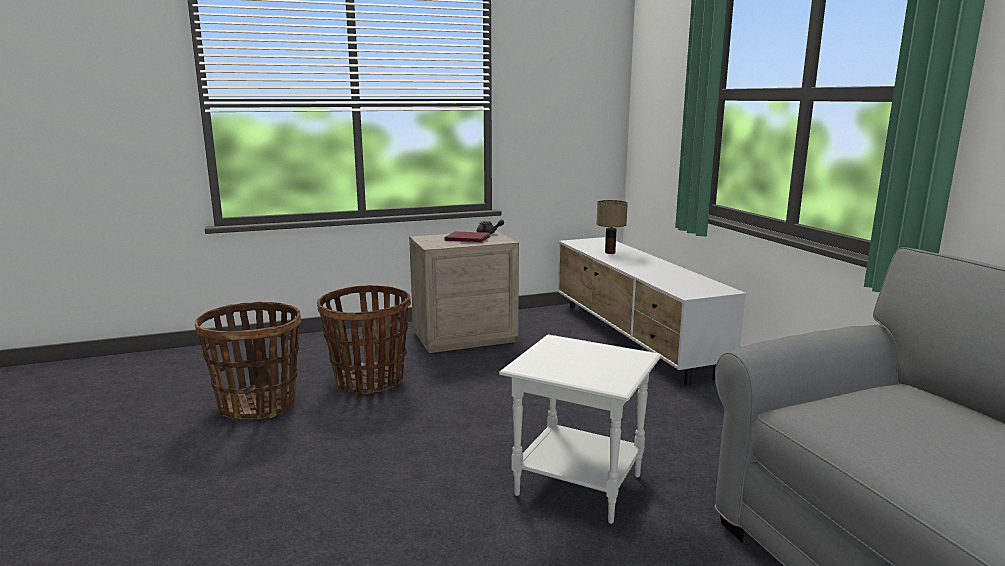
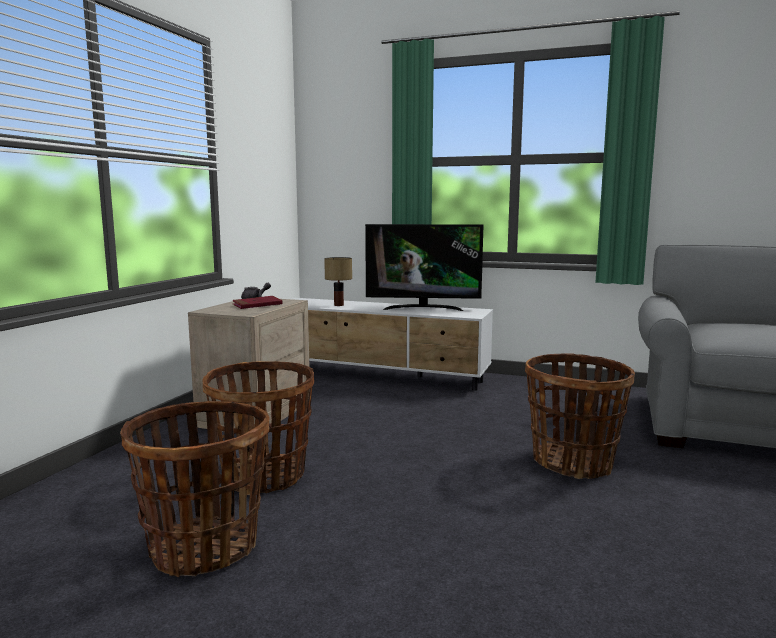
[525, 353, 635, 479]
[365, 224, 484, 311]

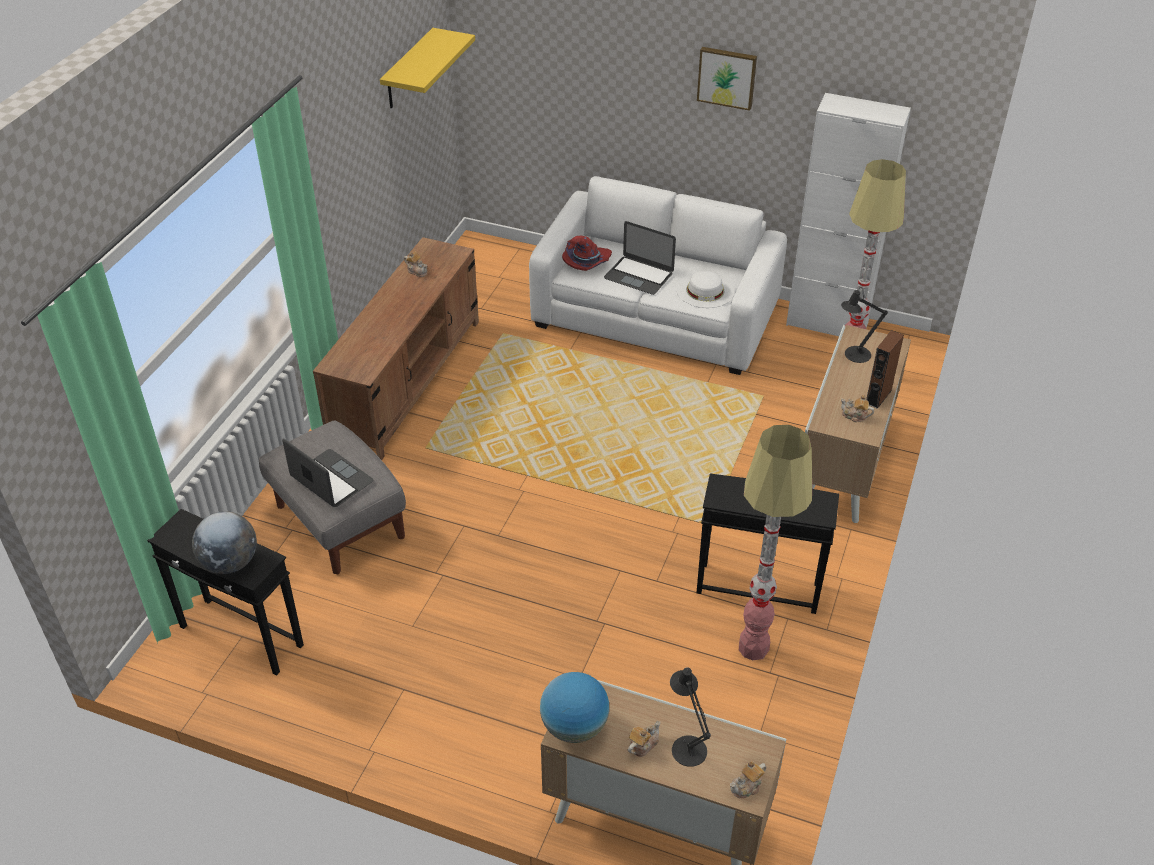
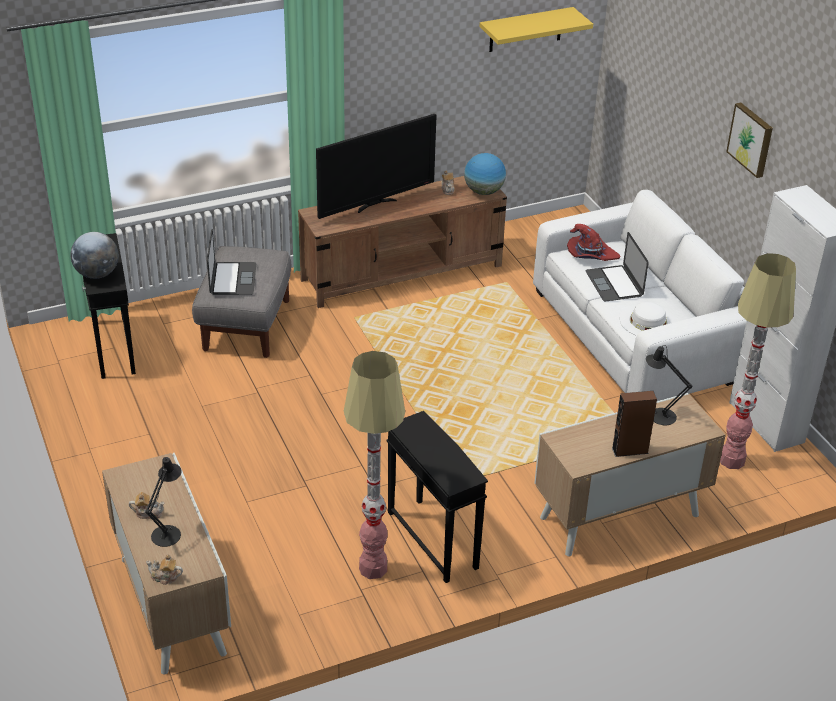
[841, 395, 874, 422] (first image)
[464, 153, 506, 195]
[316, 114, 437, 219]

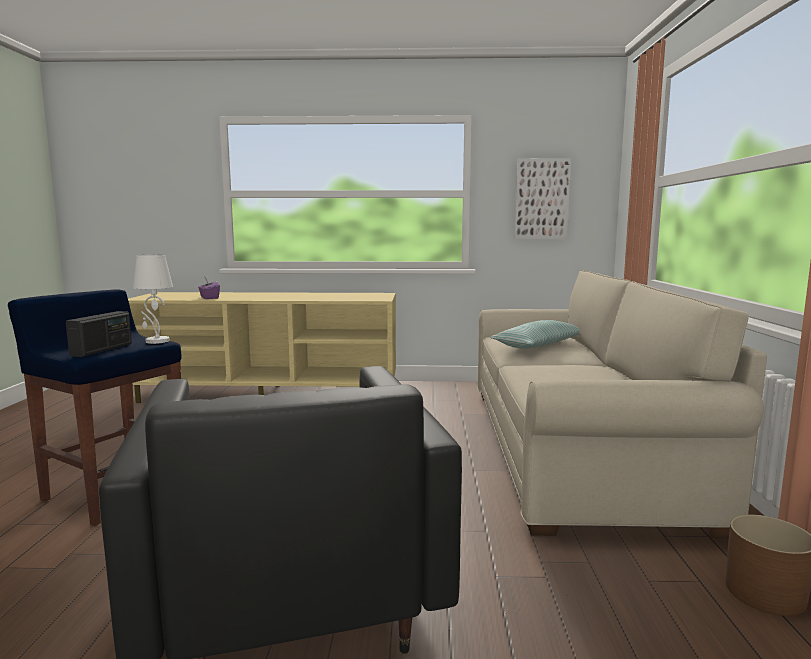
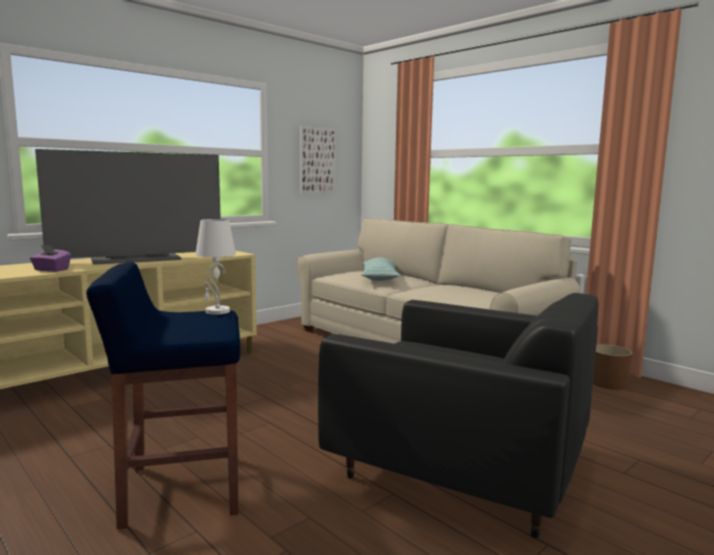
[66, 311, 132, 357] (first image)
[35, 149, 221, 265]

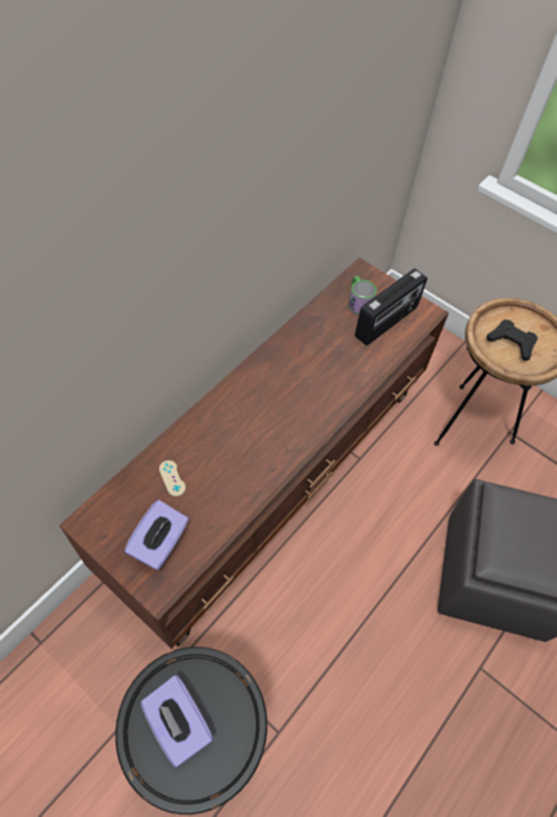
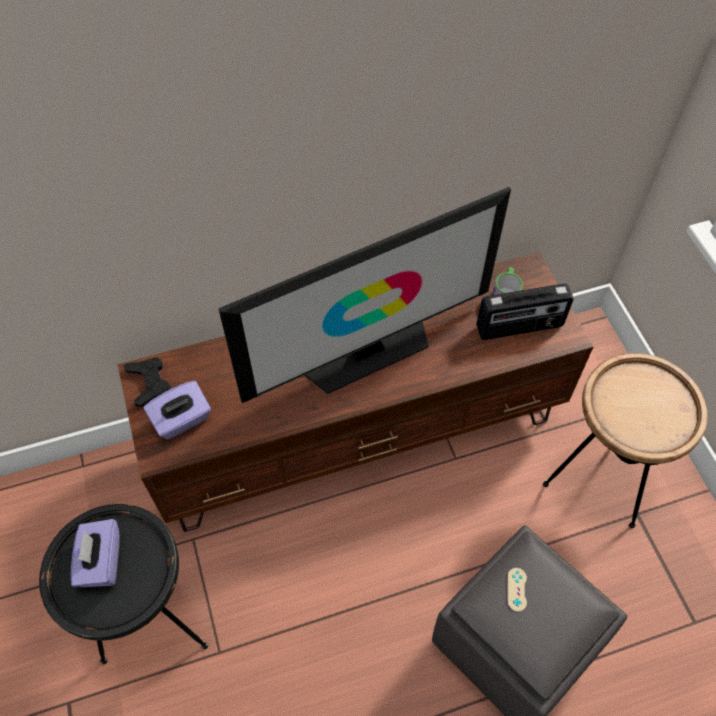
[123, 357, 171, 407]
[507, 568, 527, 612]
[218, 187, 511, 403]

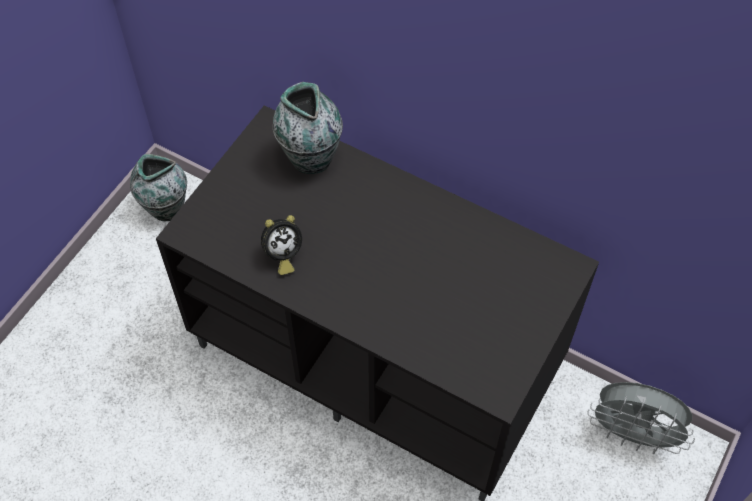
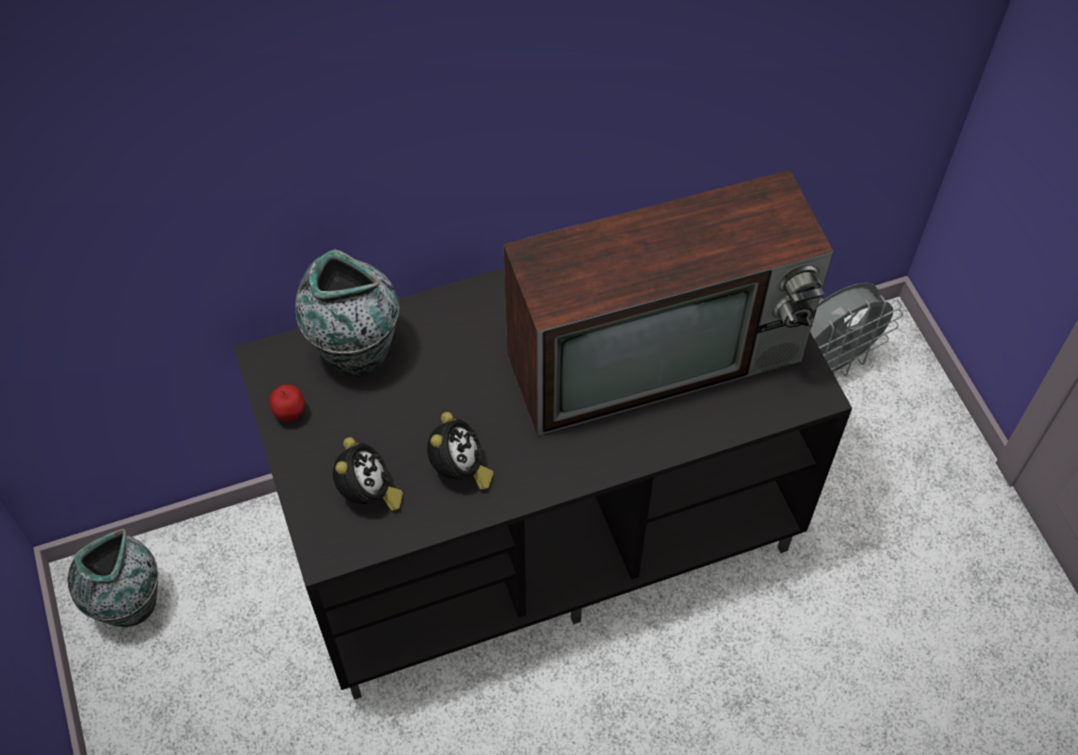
[503, 170, 834, 436]
[269, 385, 305, 422]
[333, 437, 403, 511]

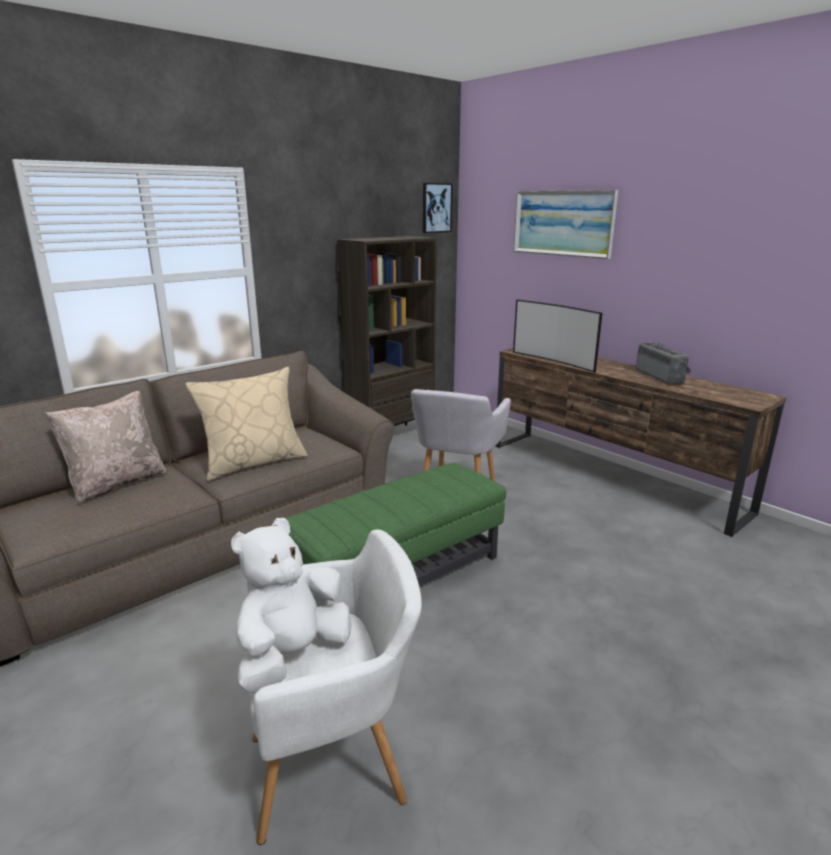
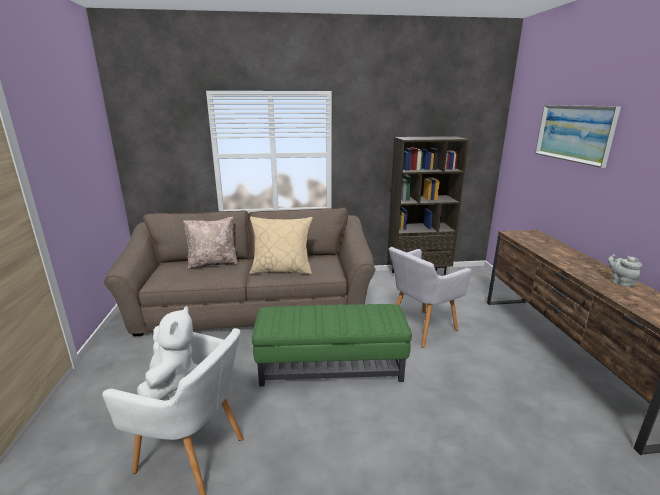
[423, 183, 453, 233] (first image)
[513, 299, 602, 372] (first image)
[608, 254, 642, 287]
[137, 306, 195, 400]

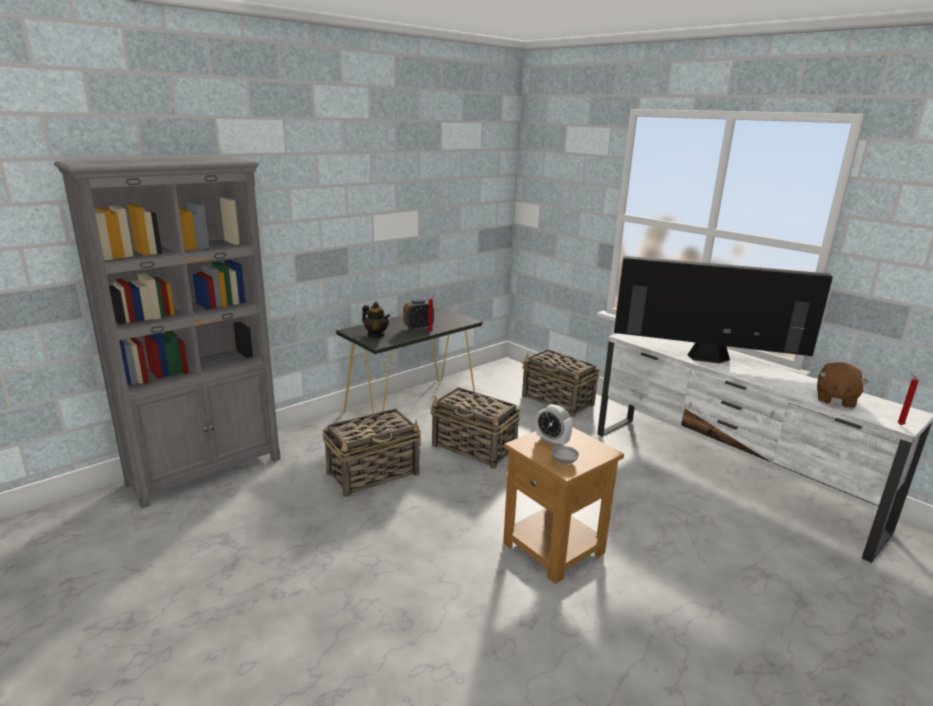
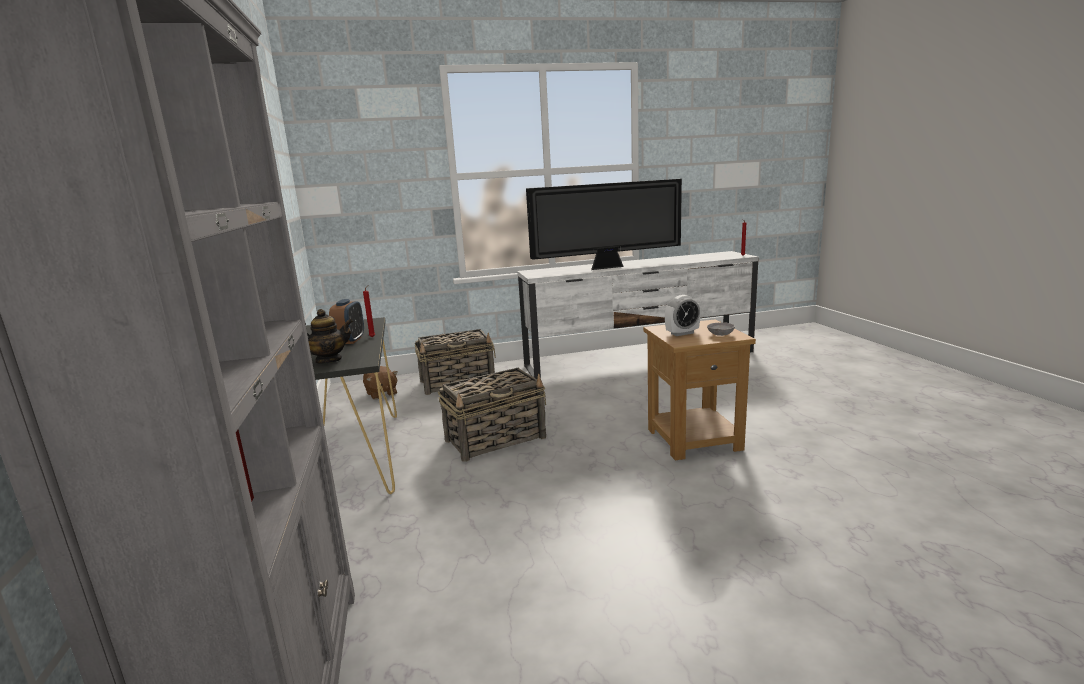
[526, 179, 682, 270]
[363, 366, 398, 400]
[323, 408, 421, 497] (first image)

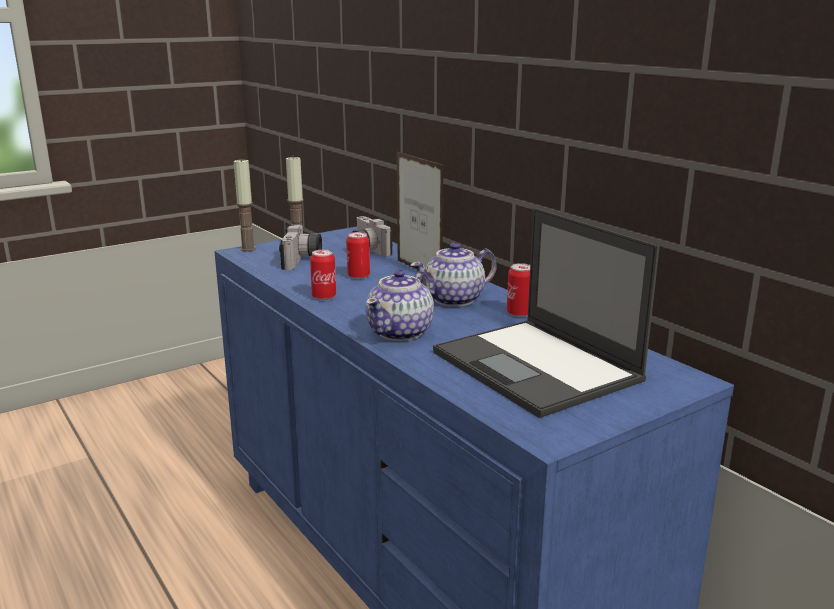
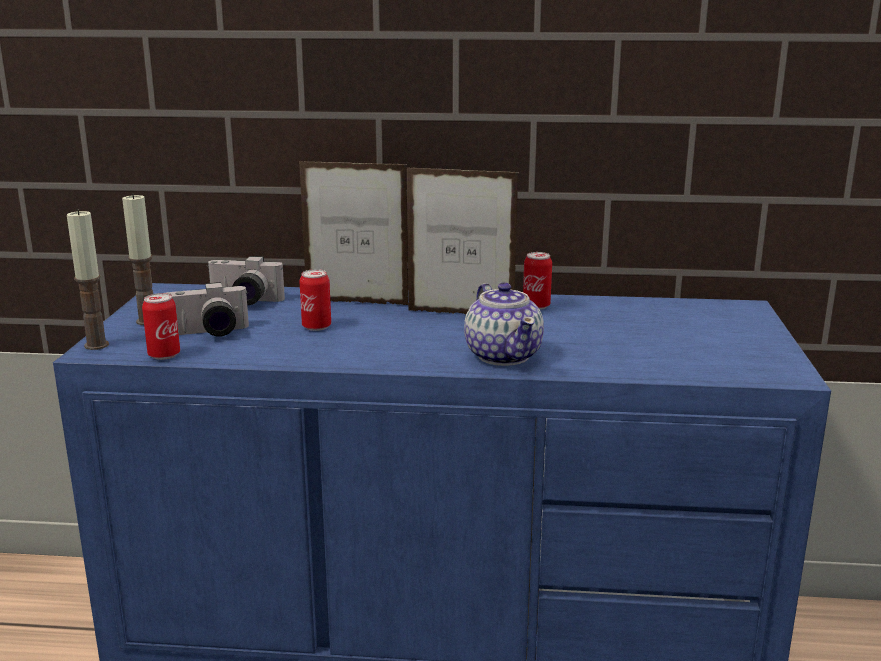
[433, 208, 660, 418] (first image)
[166, 282, 249, 337]
[407, 167, 519, 314]
[142, 293, 180, 360]

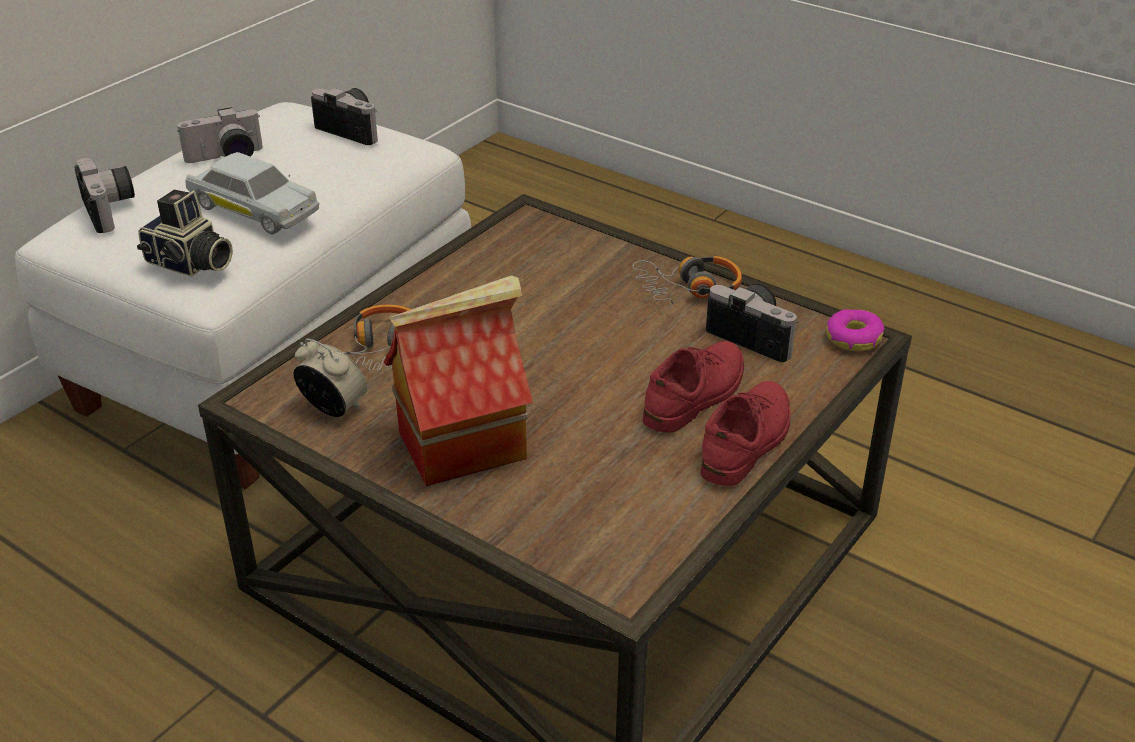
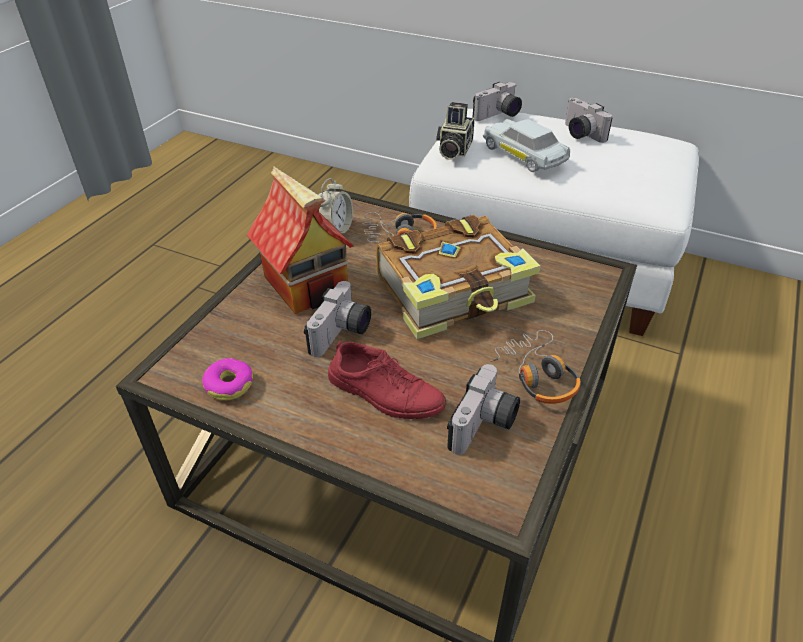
[304, 281, 371, 357]
[483, 119, 570, 172]
[202, 358, 253, 400]
[701, 381, 791, 486] (first image)
[376, 215, 540, 339]

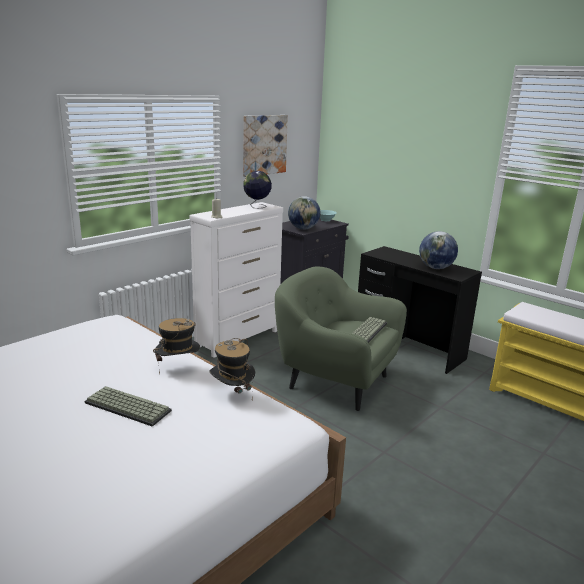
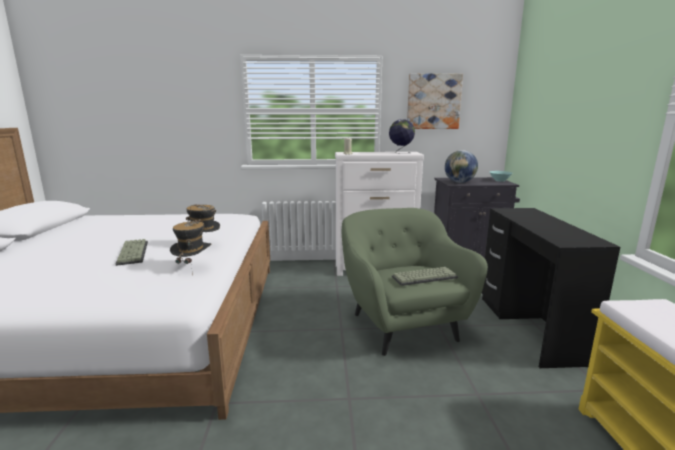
[419, 231, 458, 269] (first image)

